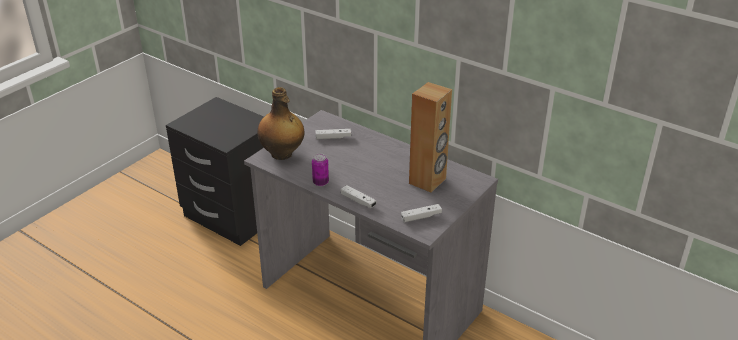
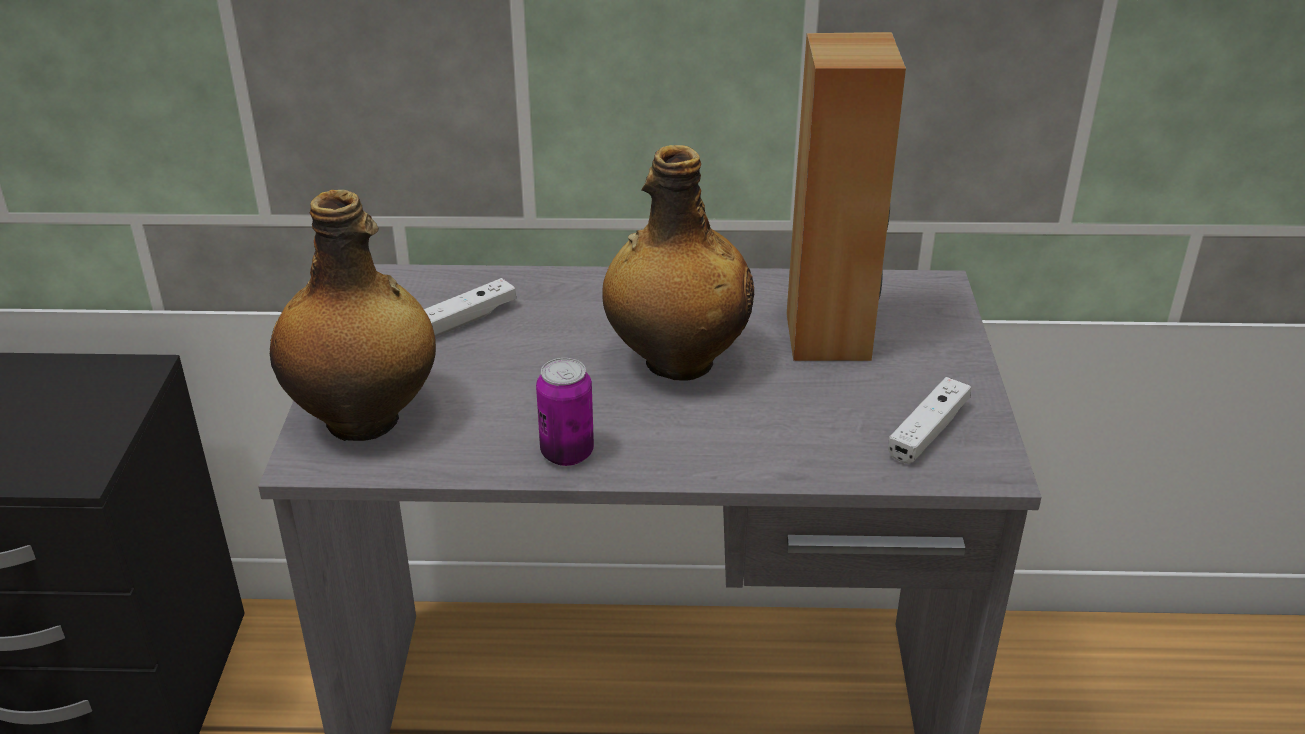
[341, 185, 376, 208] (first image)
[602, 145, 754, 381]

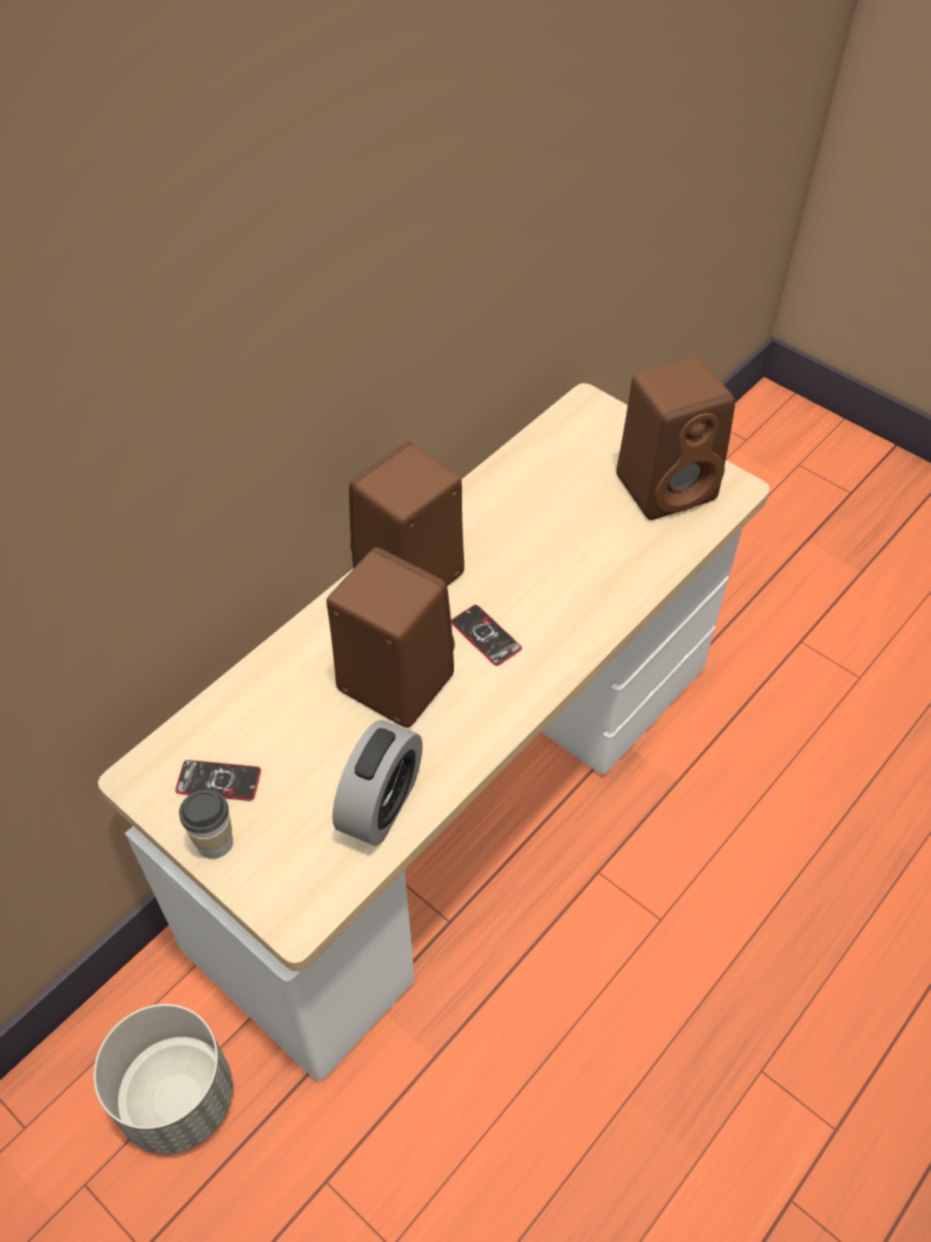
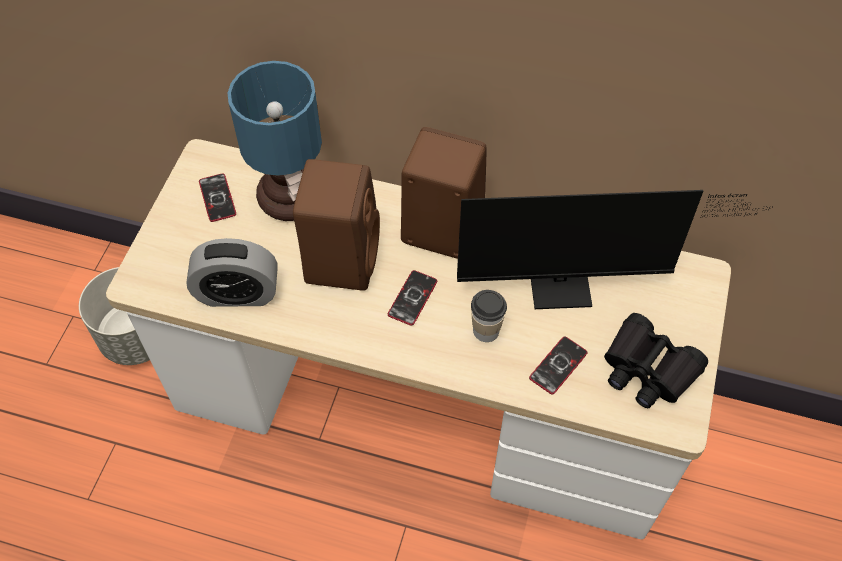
[604, 313, 708, 408]
[471, 290, 507, 342]
[227, 61, 322, 221]
[457, 190, 773, 309]
[529, 336, 587, 394]

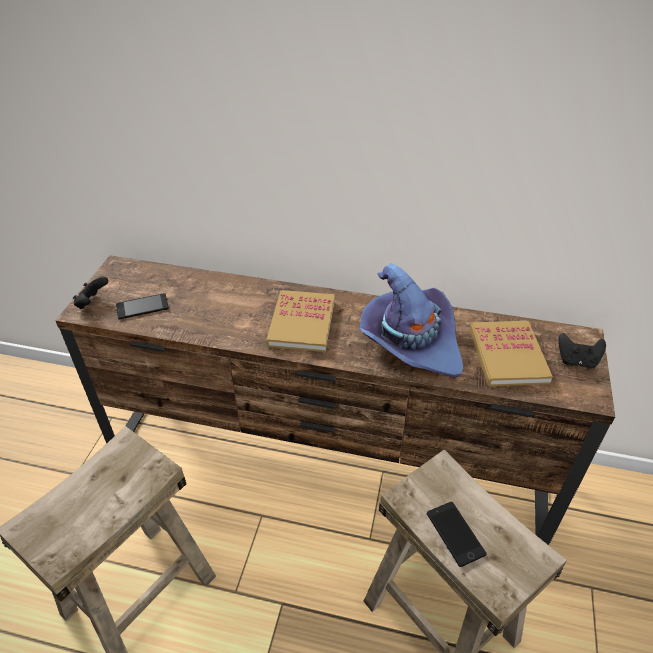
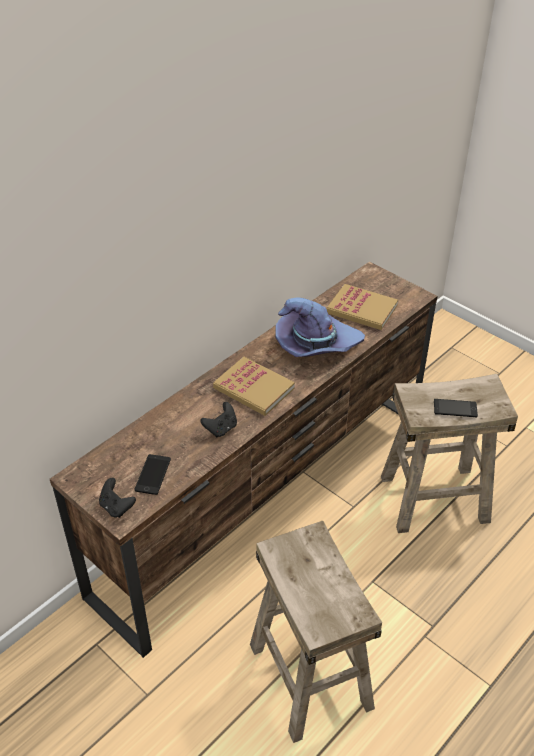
[200, 402, 237, 437]

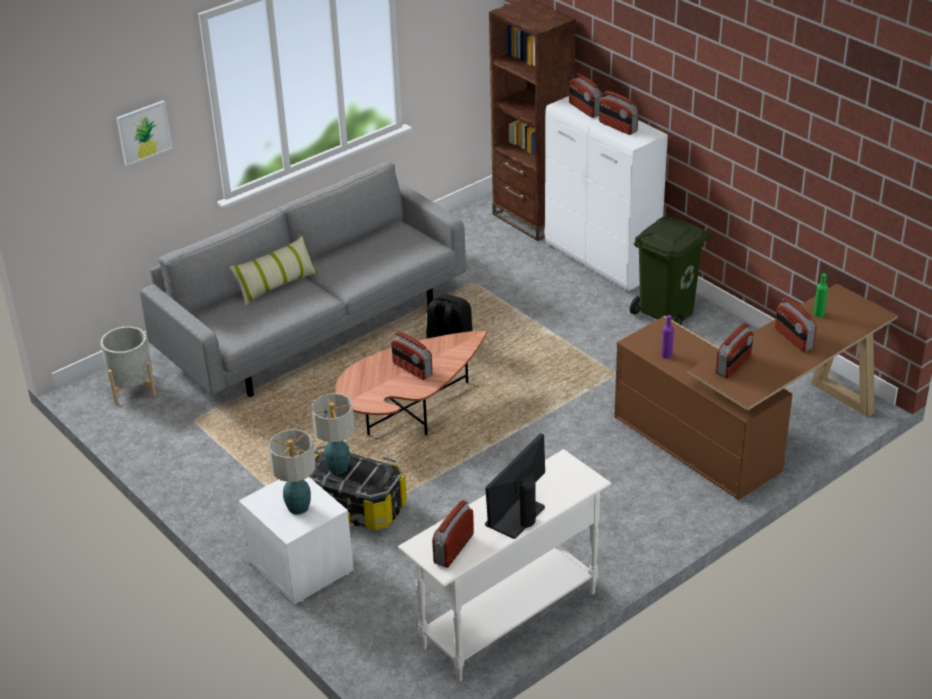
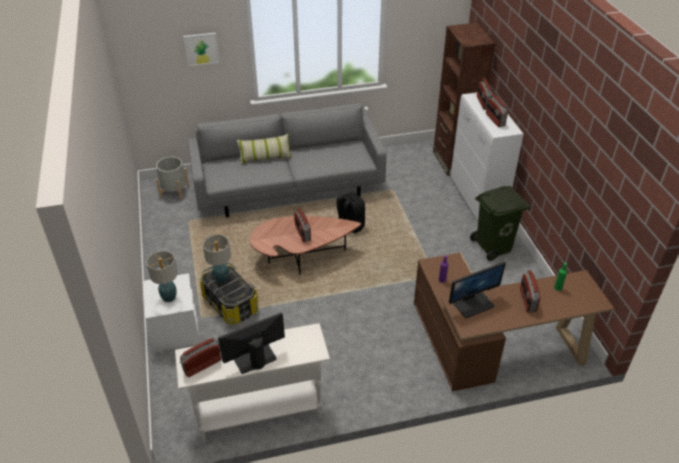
[449, 262, 506, 318]

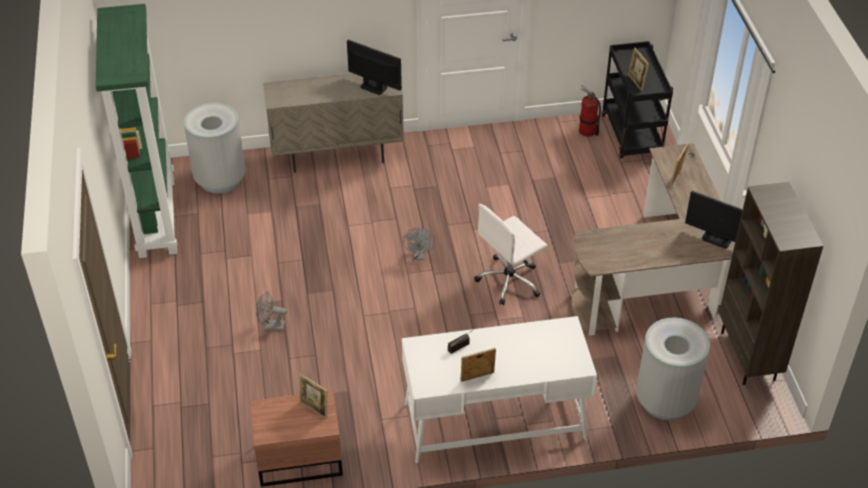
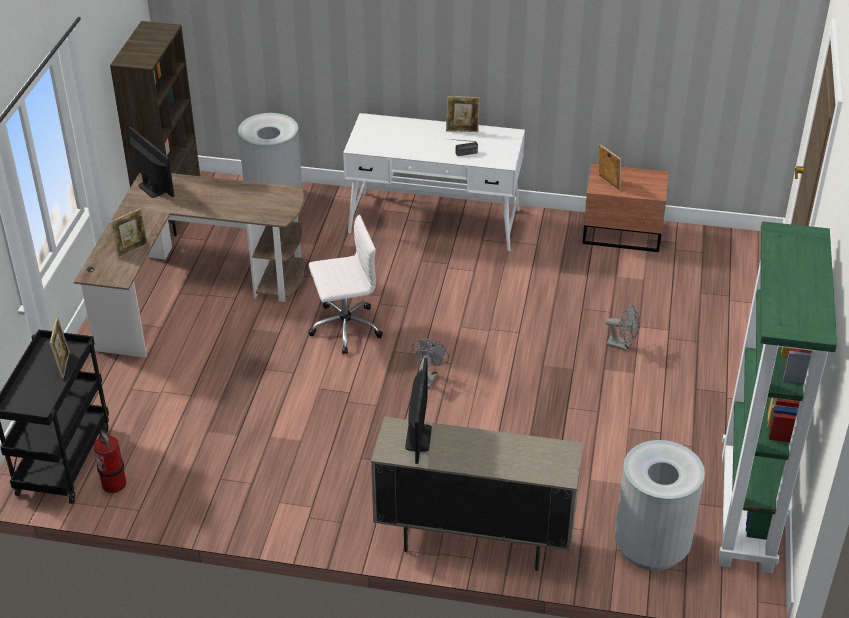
[405, 357, 432, 464]

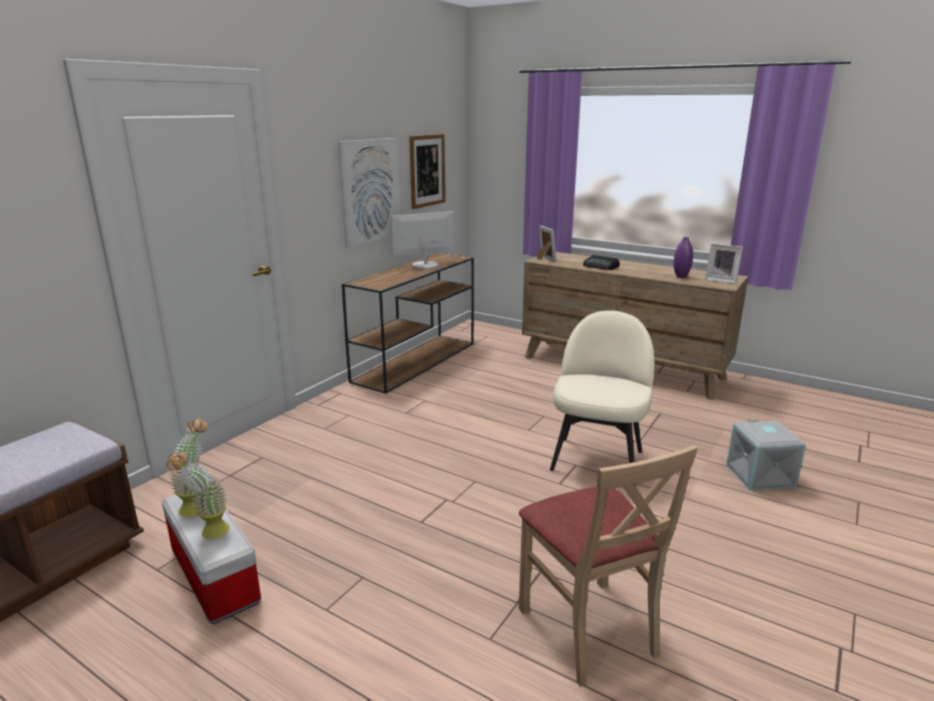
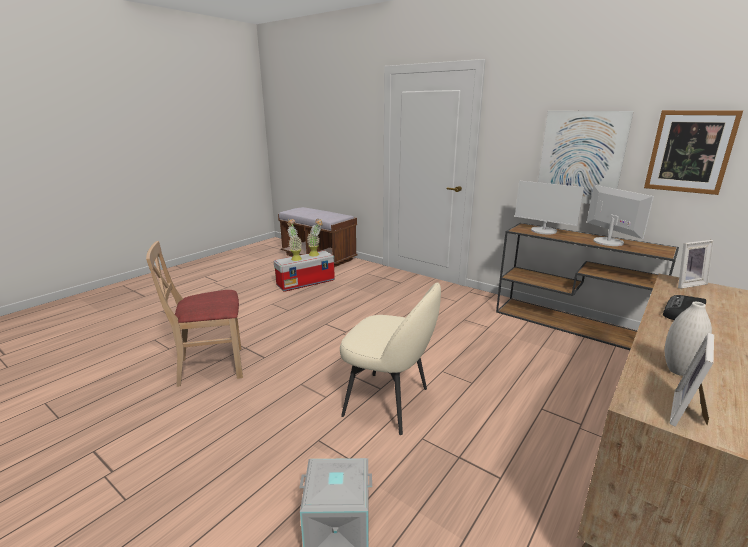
[665, 302, 712, 376]
[515, 181, 584, 234]

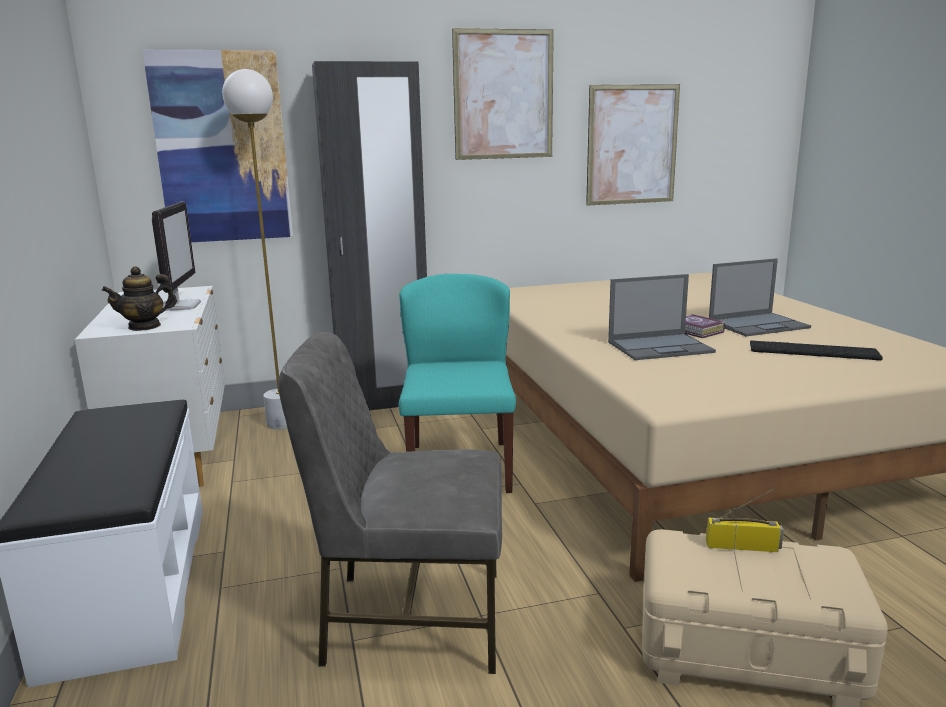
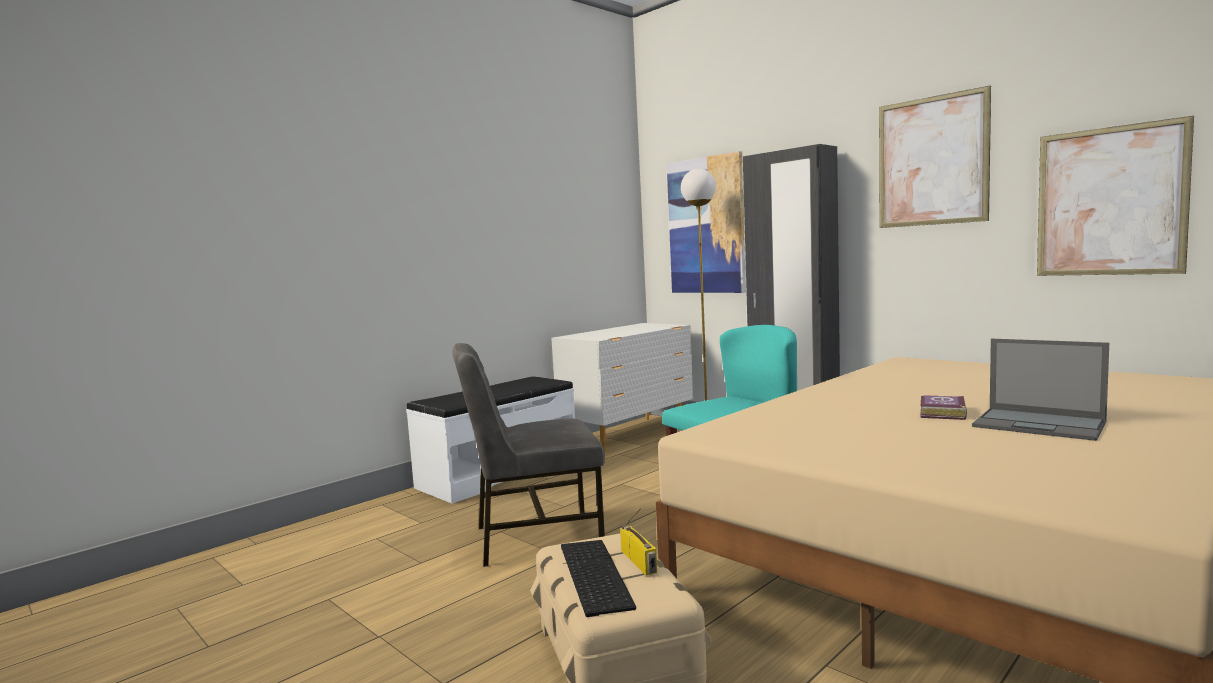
[152, 202, 201, 311] (first image)
[102, 266, 177, 331] (first image)
[608, 274, 716, 360] (first image)
[453, 343, 605, 567]
[561, 540, 636, 617]

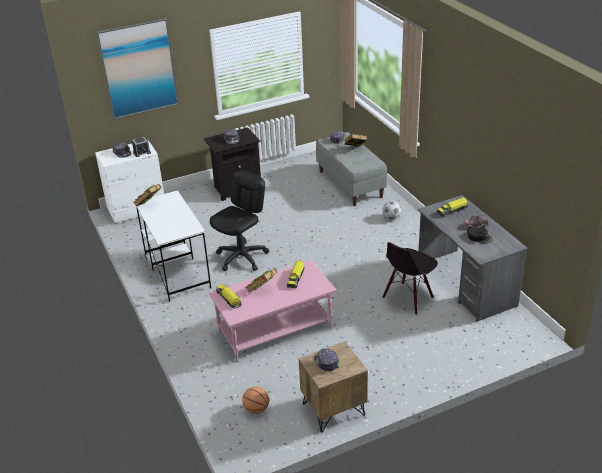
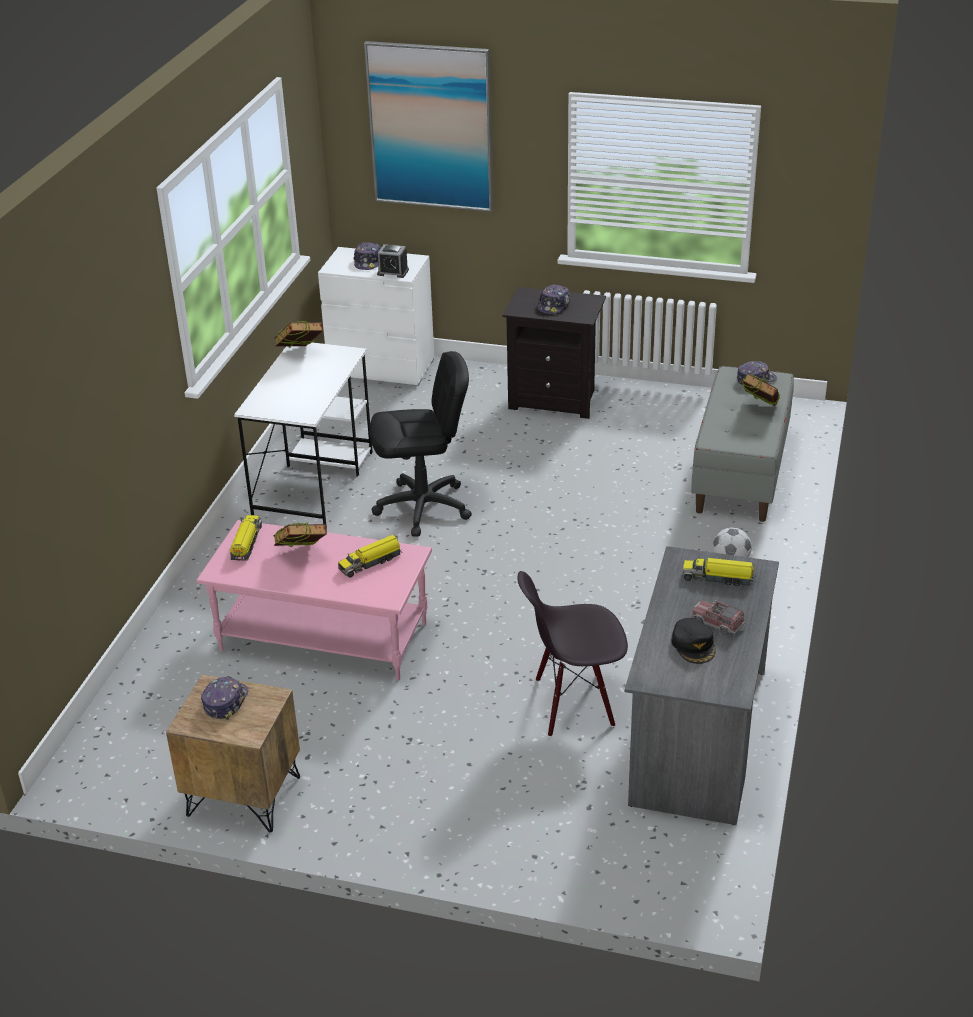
[242, 386, 269, 414] (first image)

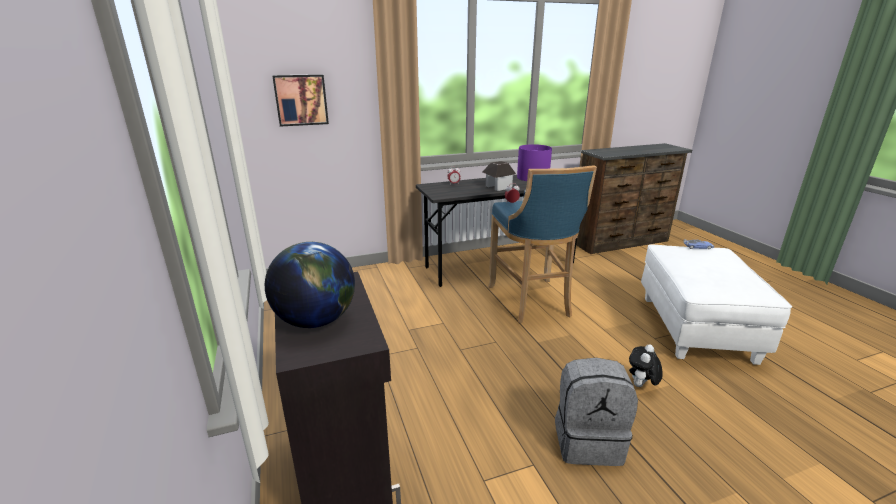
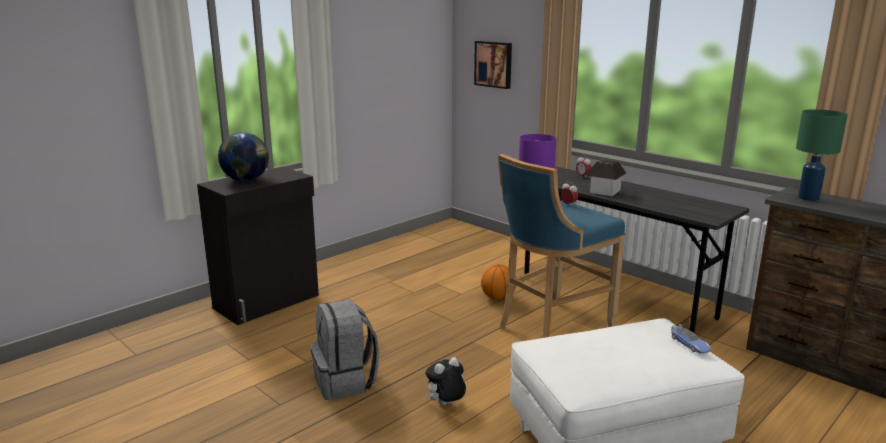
[425, 357, 466, 405]
[796, 109, 848, 201]
[481, 264, 516, 300]

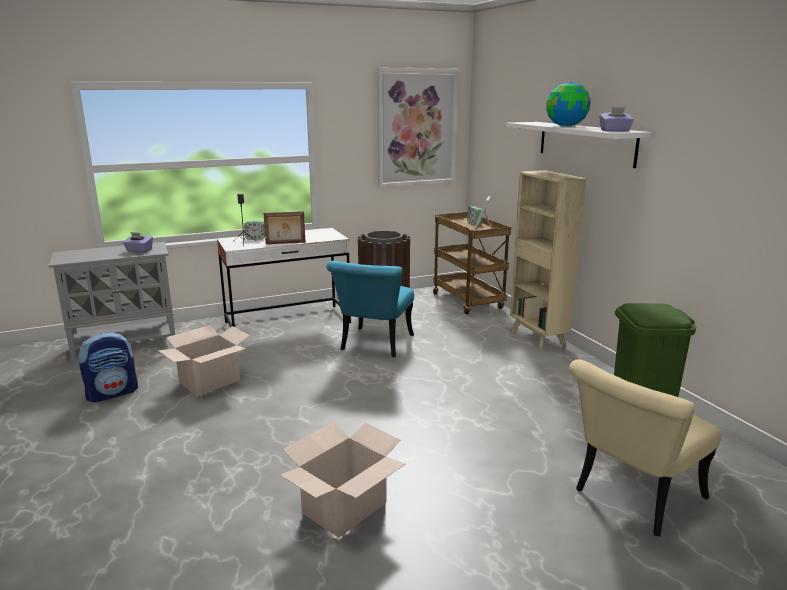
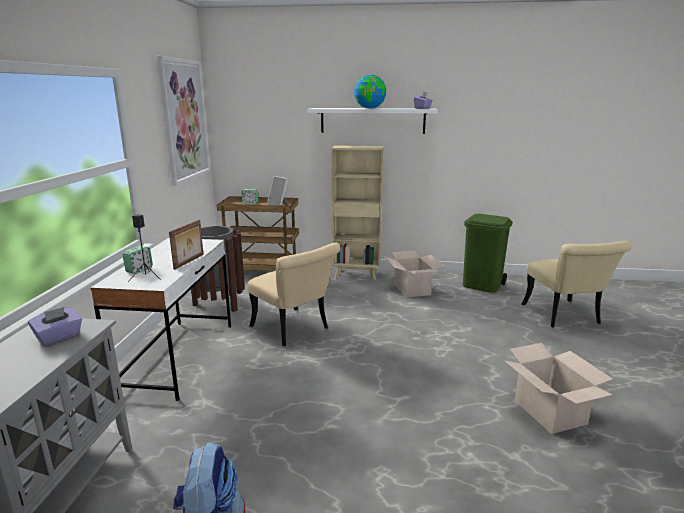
[247, 243, 340, 346]
[384, 250, 445, 298]

